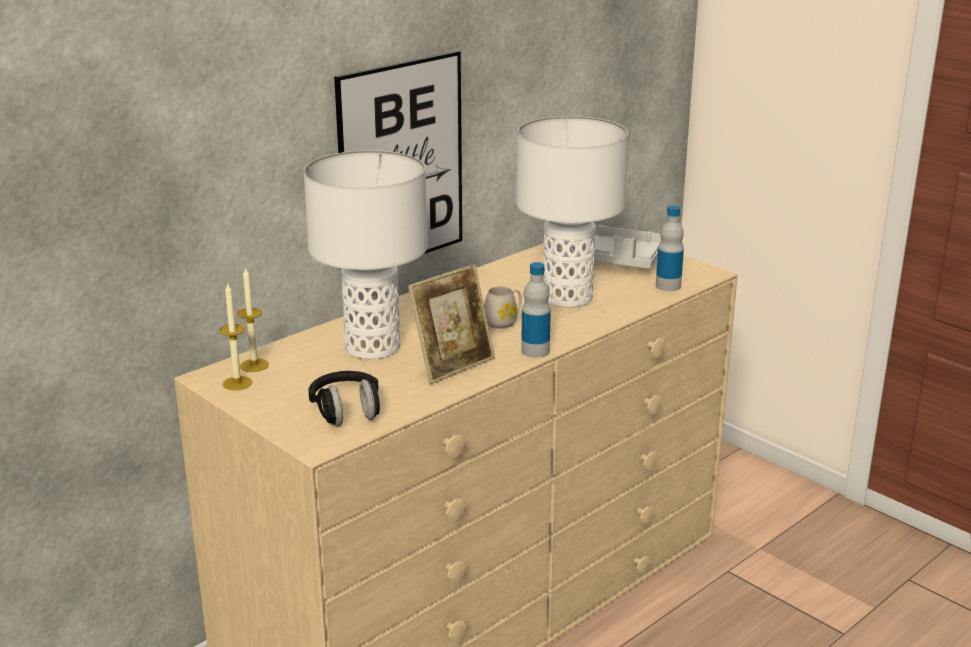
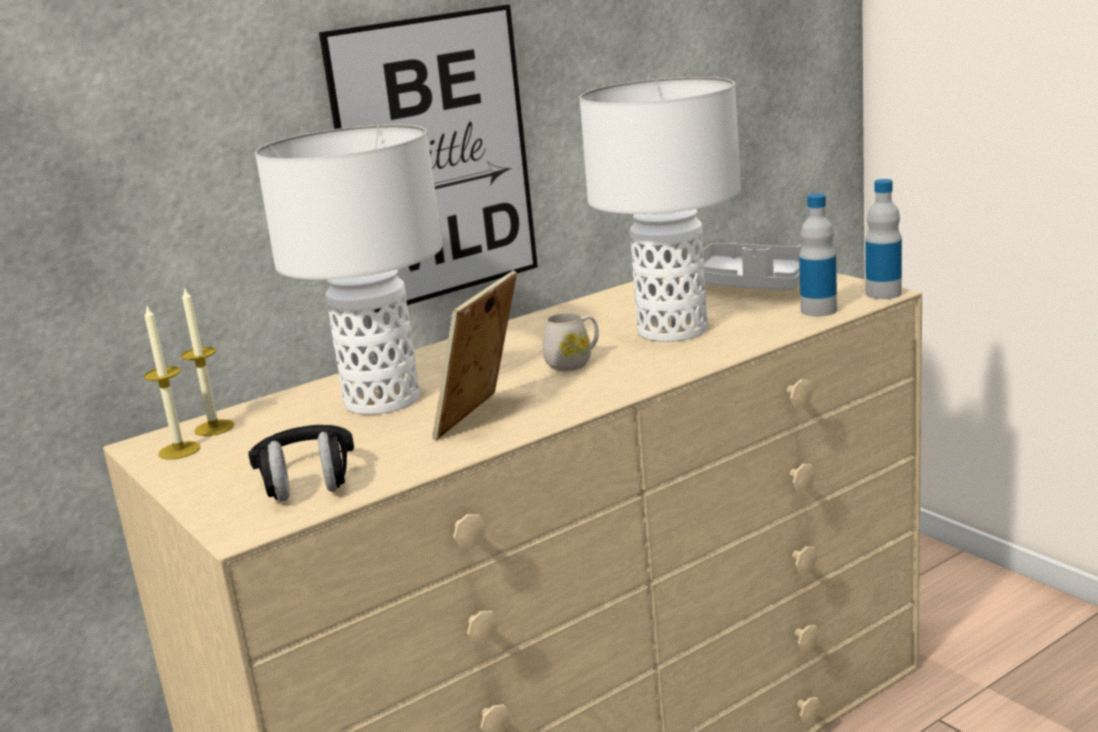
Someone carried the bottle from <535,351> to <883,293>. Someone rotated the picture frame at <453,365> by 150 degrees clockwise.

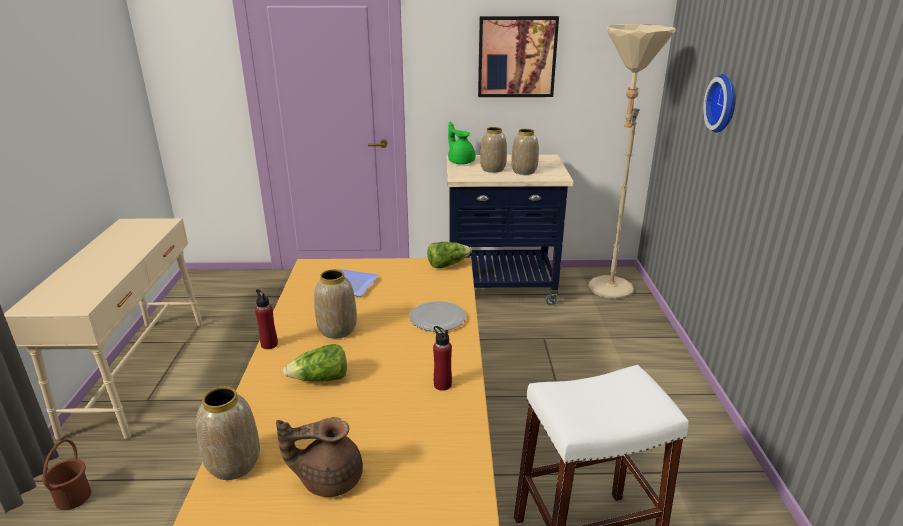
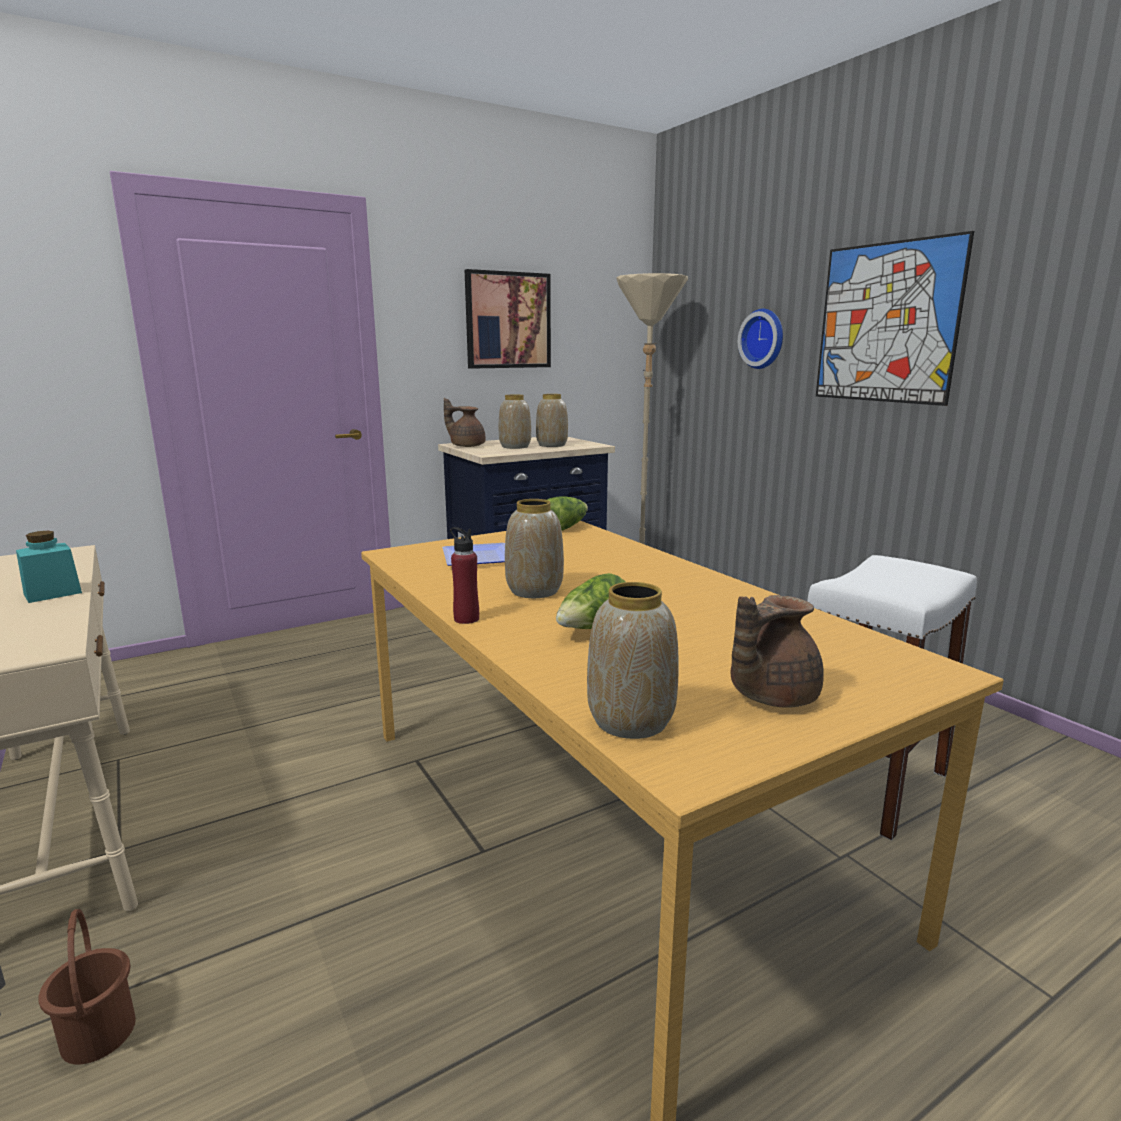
Someone took away the plate at <437,319>. Someone took away the bottle (reddish) at <442,384>. Someone put down the preserve jar (blue-green) at <52,593>. Someone put up the wall art at <886,323>. Someone repainted the tea pot (green-coloured) at <461,161>, which became the tea pot (brownish) at <466,446>.

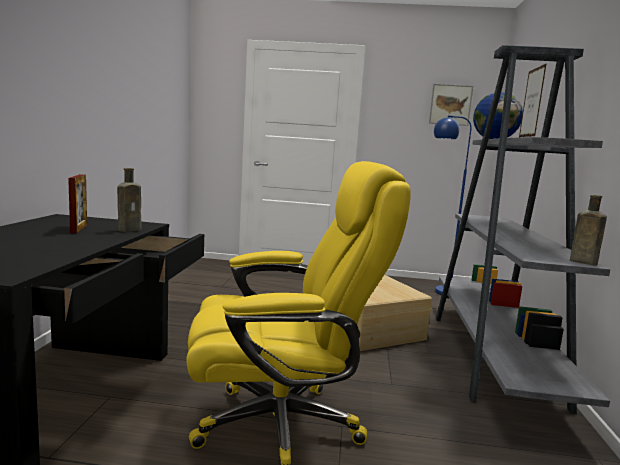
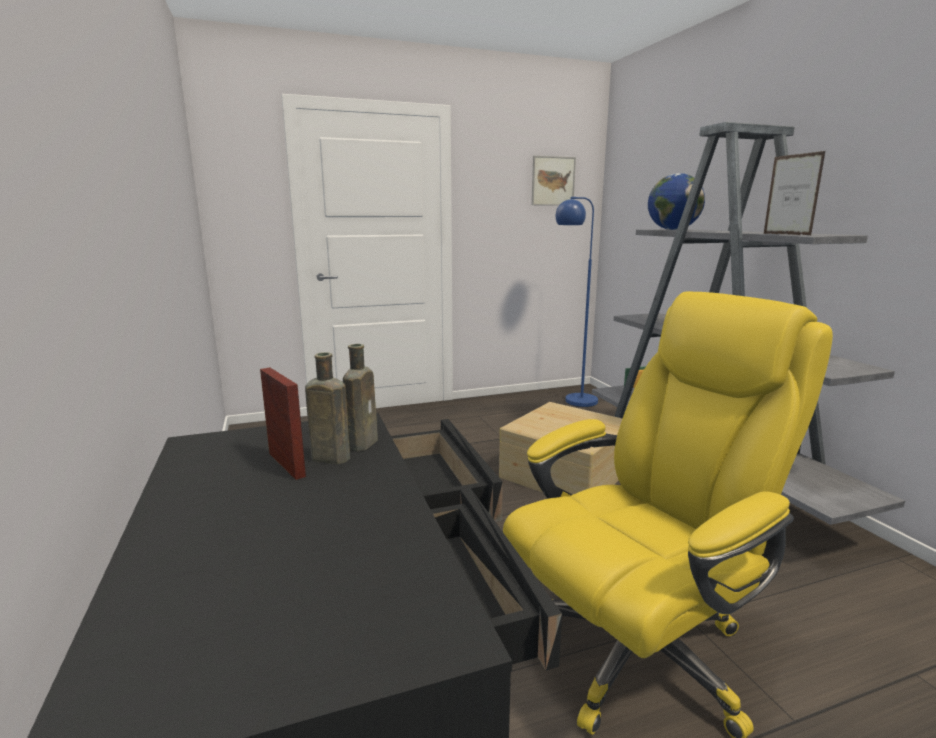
Someone carried the bottle (brownish) from <581,262> to <328,458>.

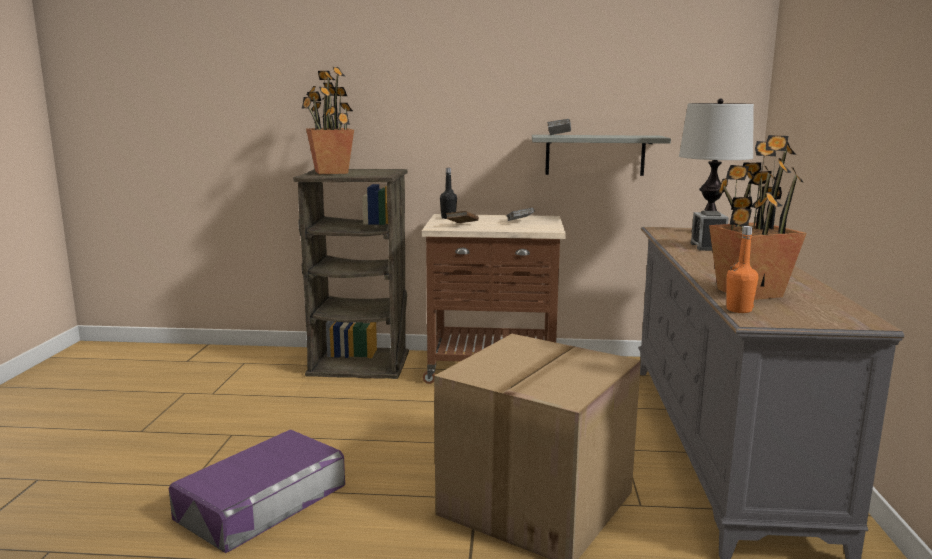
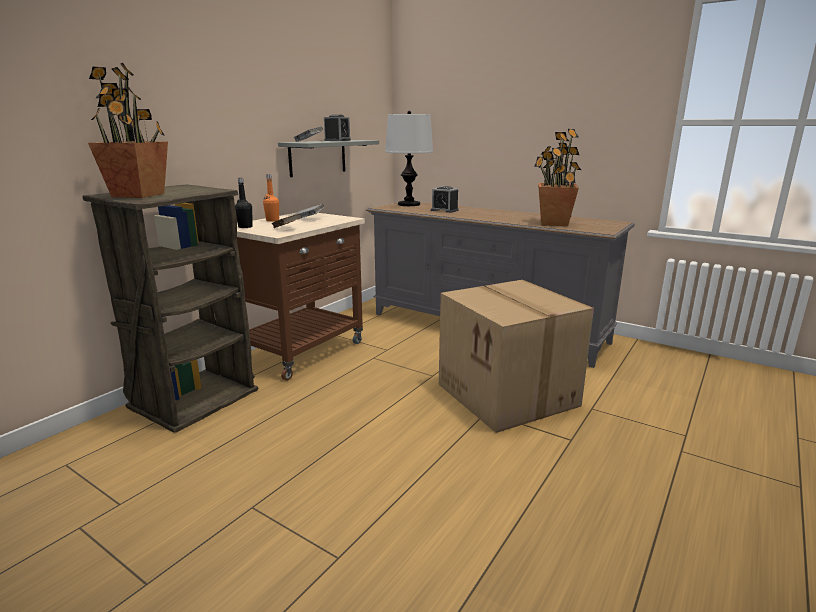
Someone took away the storage container (purplish) at <262,501>. Someone put down the bedside clock at <337,140>. Someone carried the bottle (orange-coloured) from <739,310> to <272,220>.

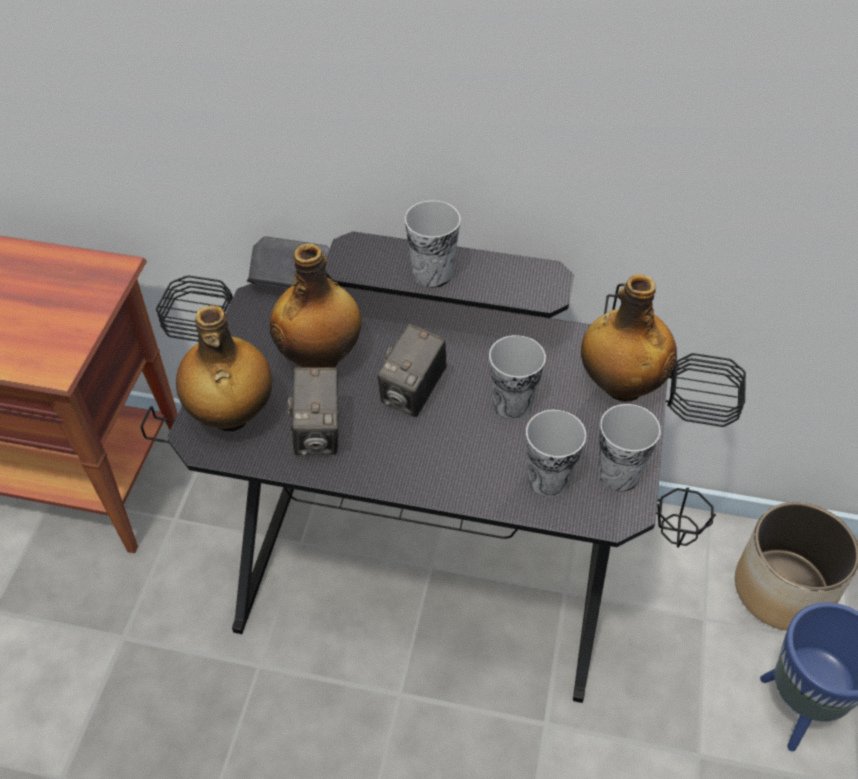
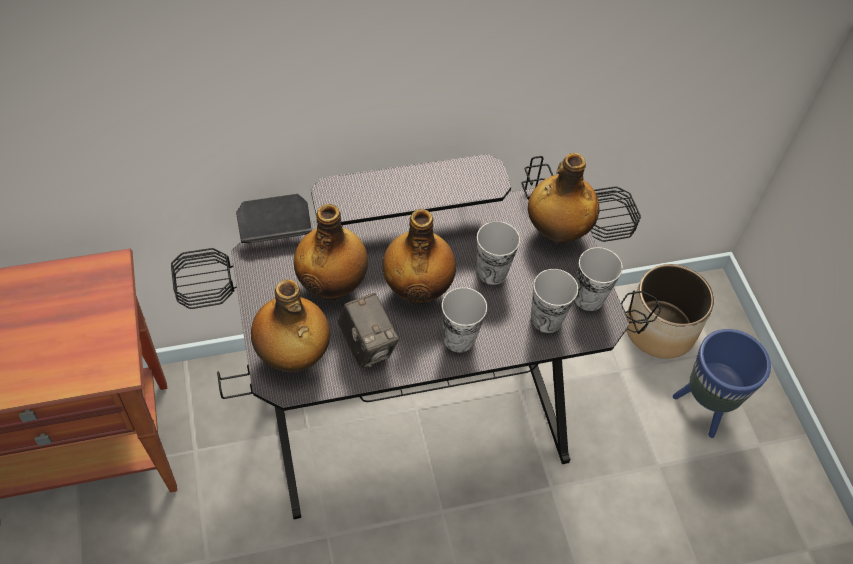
Someone carried the drinking cup from <432,274> to <459,338>. Someone swapped the still camera at <413,393> for the bottle at <418,289>.

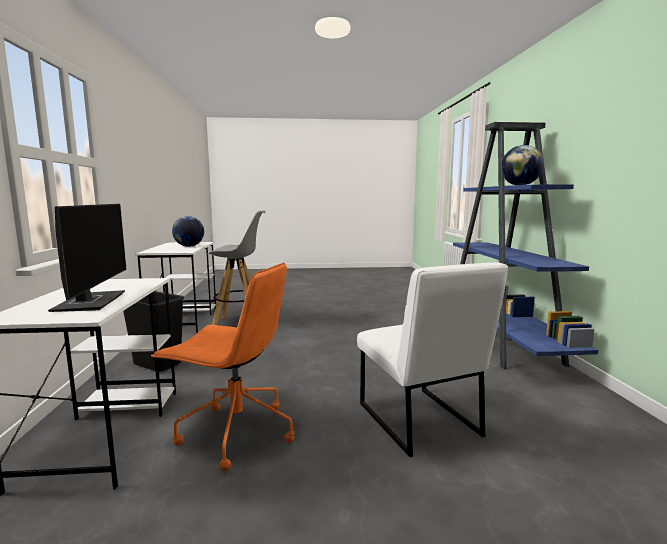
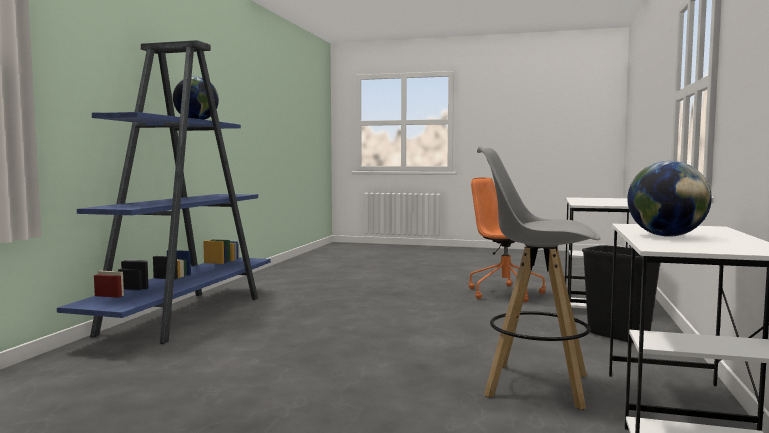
Someone took away the monitor at <90,302>. Someone took away the chair (white) at <419,421>.

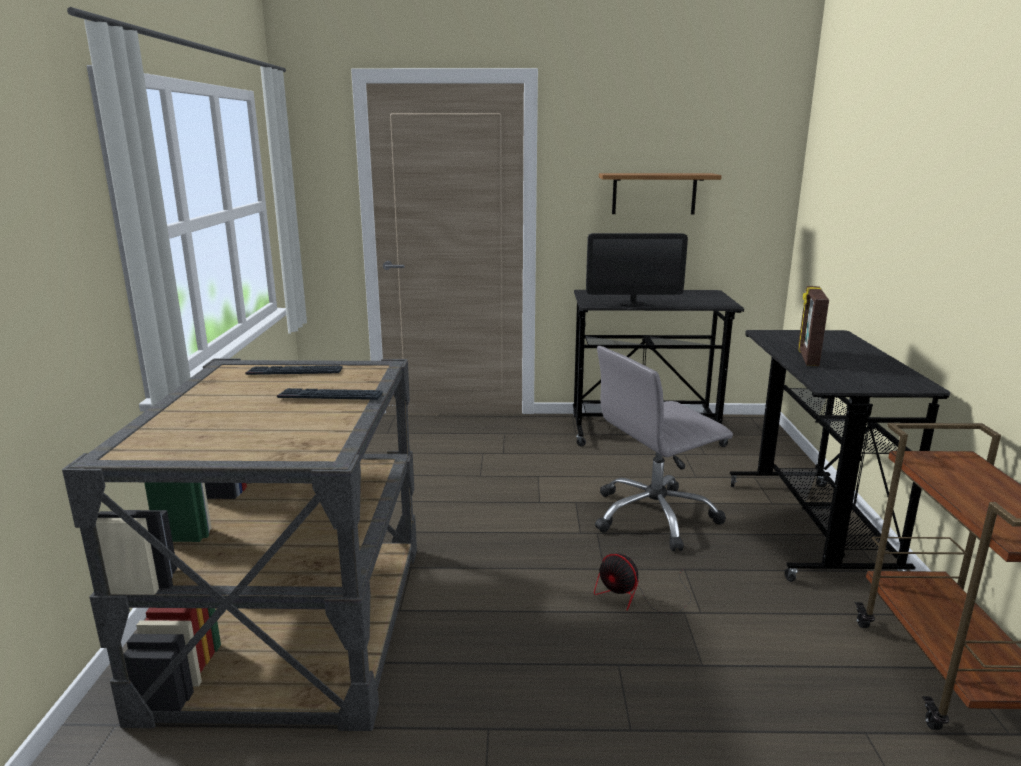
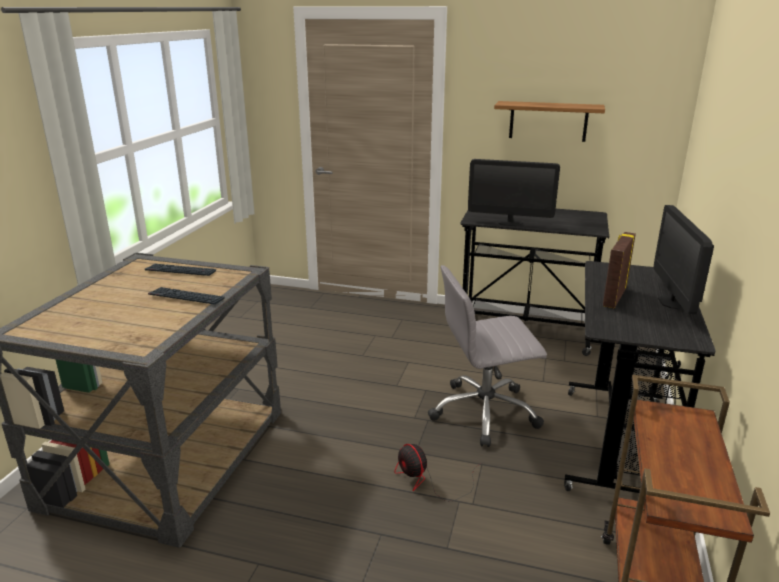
Someone put down the monitor at <674,302>.

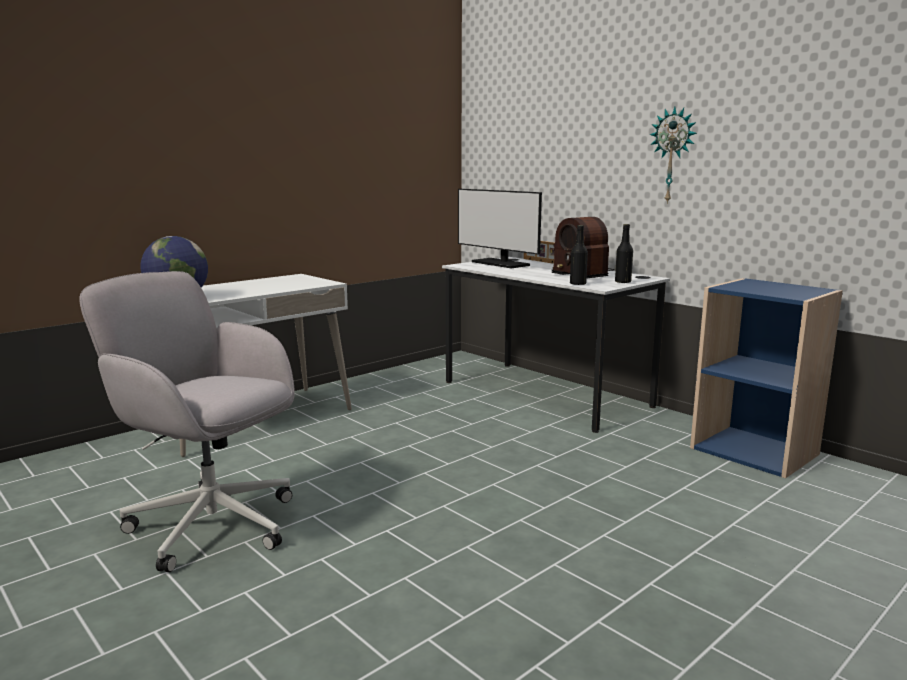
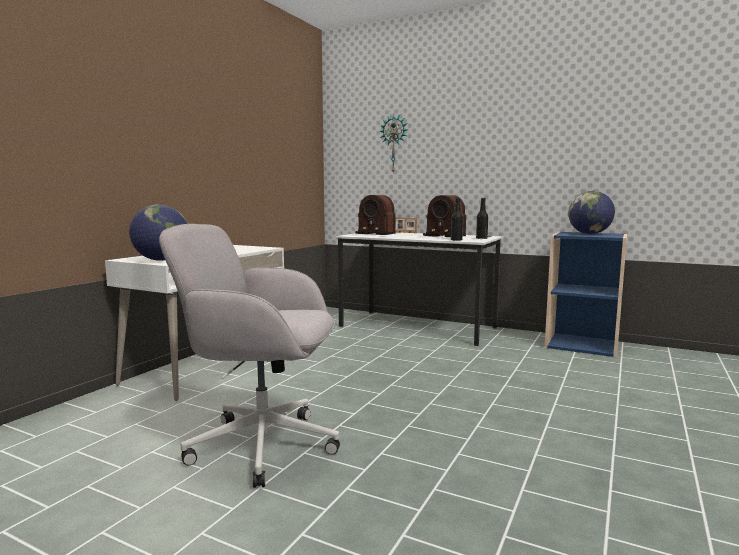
Someone put down the globe at <589,234>. Someone carried the hanging clock from <673,155> to <394,144>. Someone swapped the monitor at <500,264> for the radio set at <375,234>.

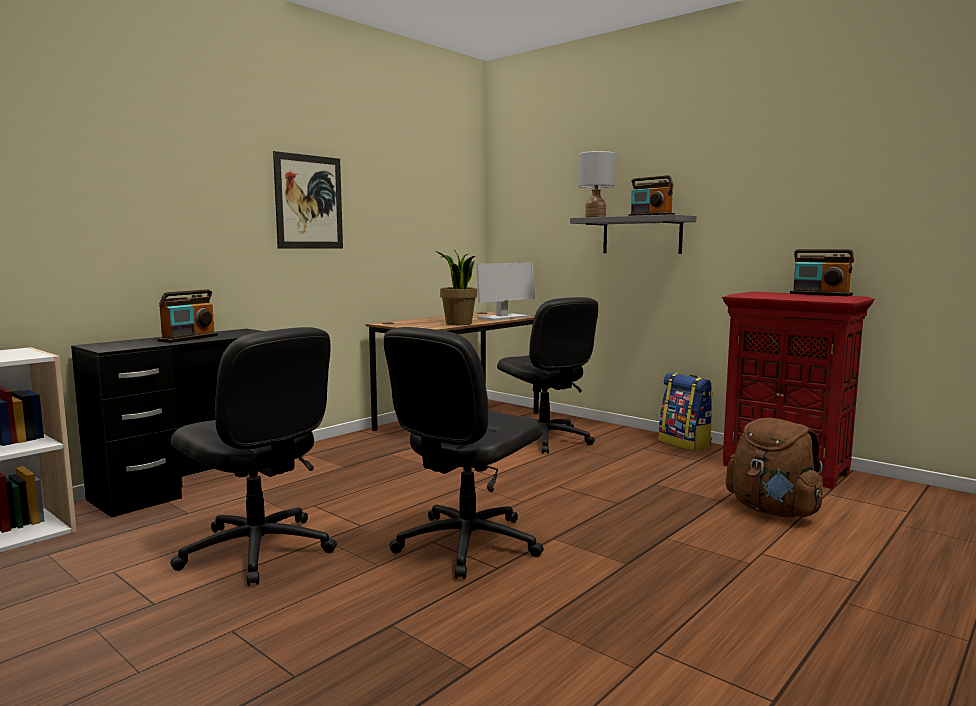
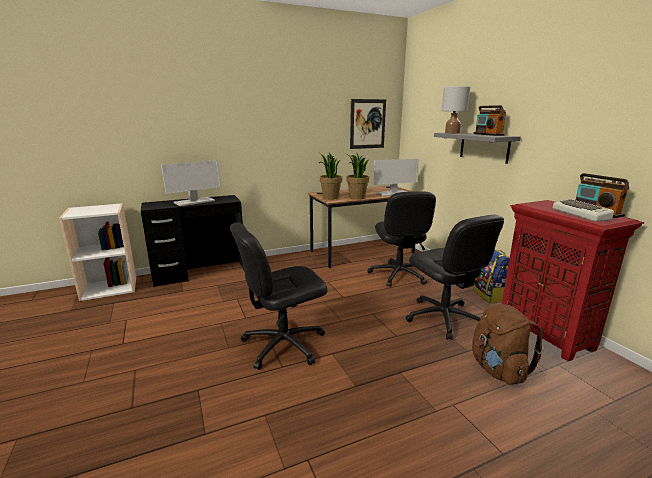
Someone put down the houseplant at <330,198>. Someone put down the computer keyboard at <581,214>. Someone carried the computer chair (black-coloured) from <257,550> to <443,318>. Someone carried the wall art from <309,202> to <367,124>. Someone swapped the radio set at <188,338> for the monitor at <194,202>.

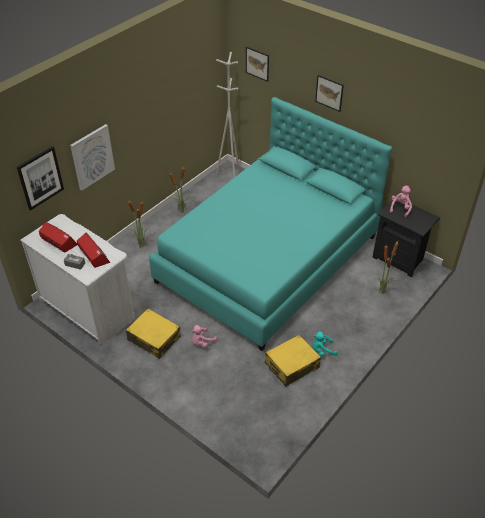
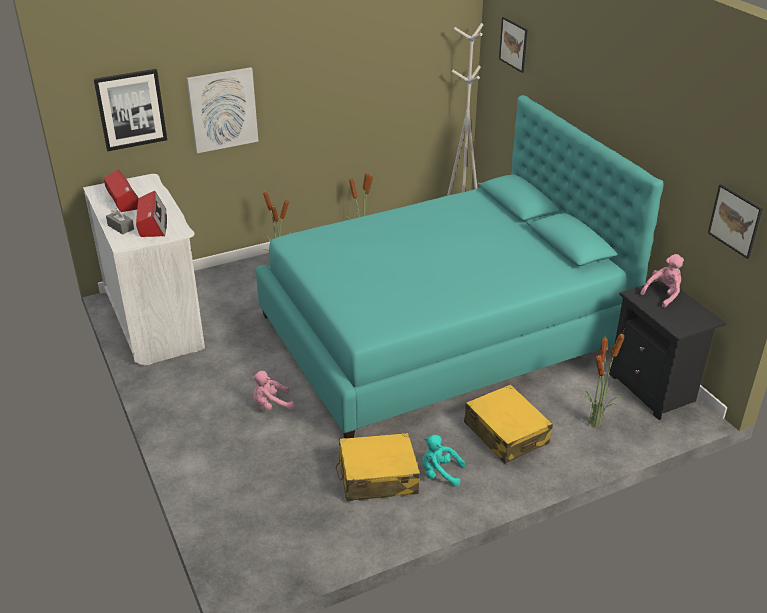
Someone carried the piece of luggage (yellow) from <154,338> to <506,433>. Someone carried the wall art from <329,93> to <735,221>.

